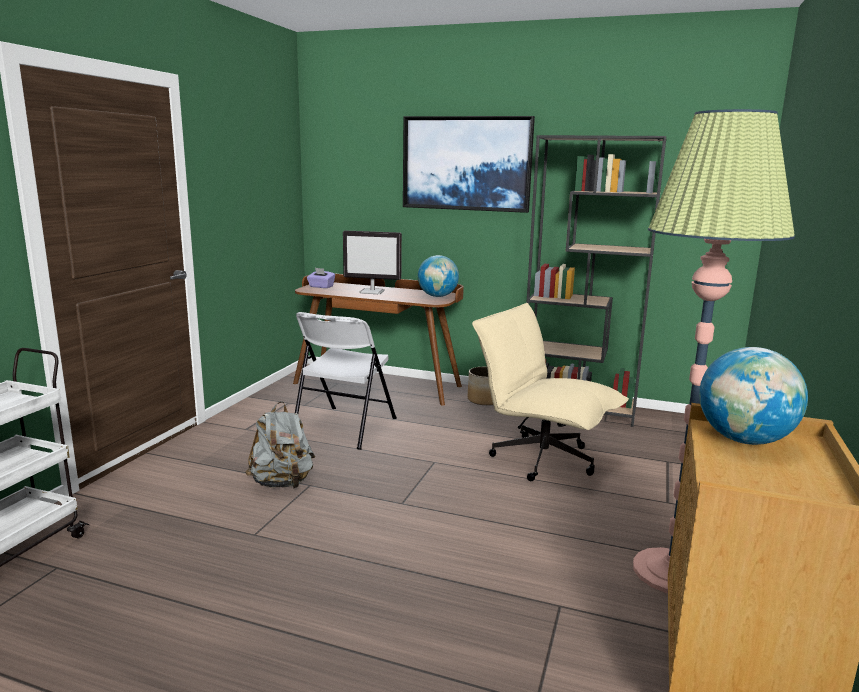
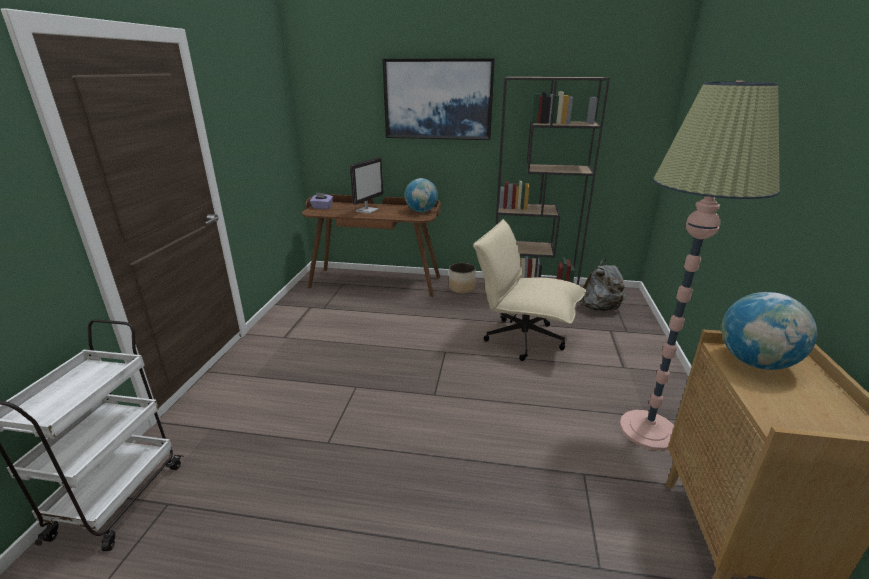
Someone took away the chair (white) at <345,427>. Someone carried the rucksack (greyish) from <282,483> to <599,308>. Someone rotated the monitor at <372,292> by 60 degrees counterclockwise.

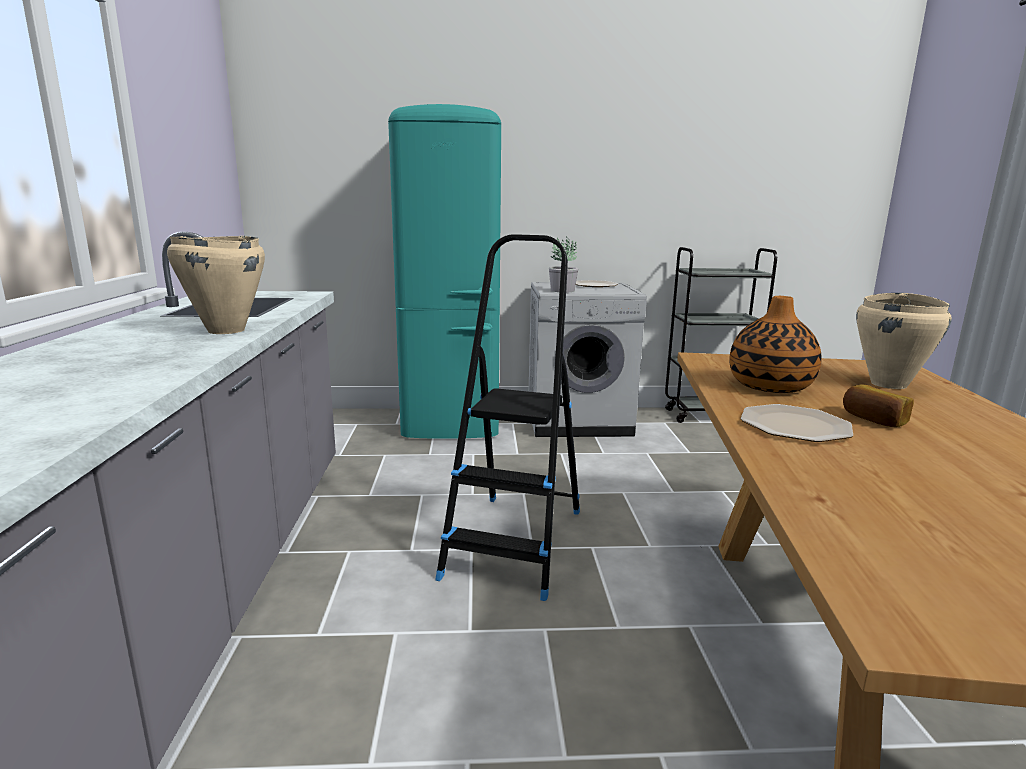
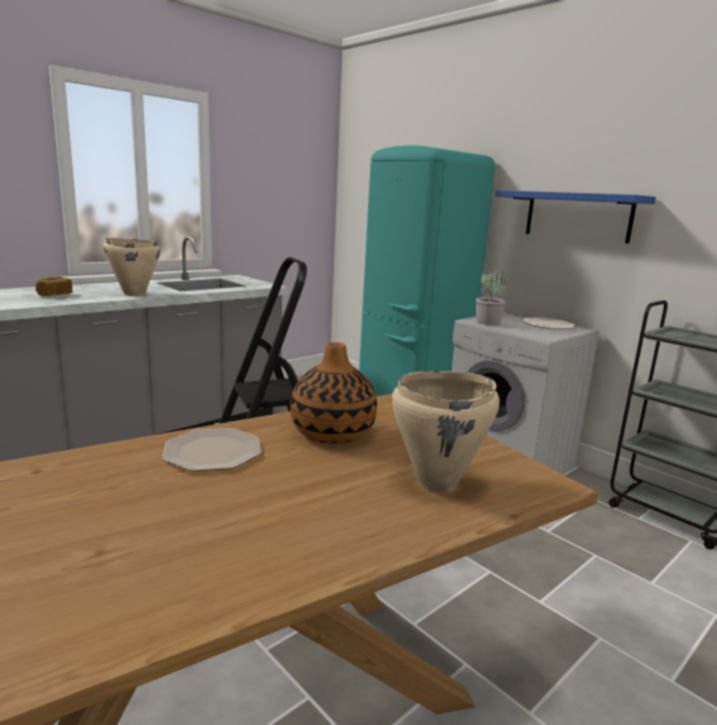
Someone put up the bracket shelf (bluish) at <577,216>. Someone carried the bakery bread from <873,420> to <54,295>.

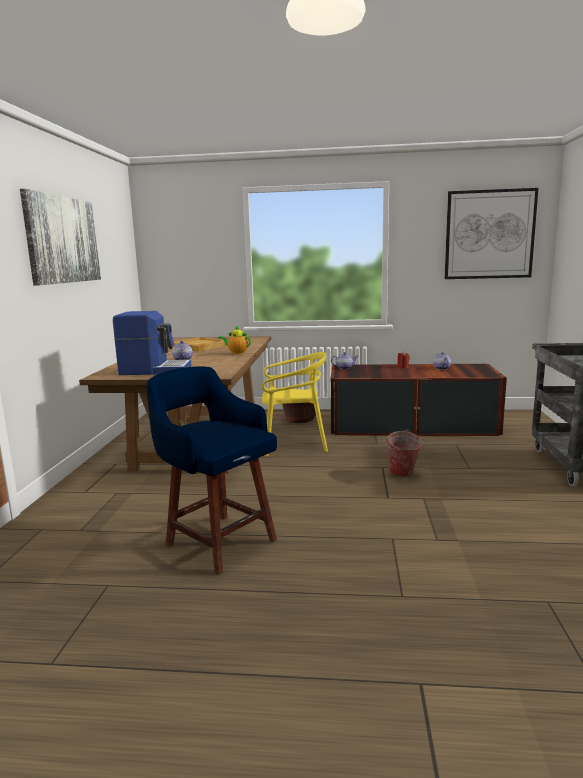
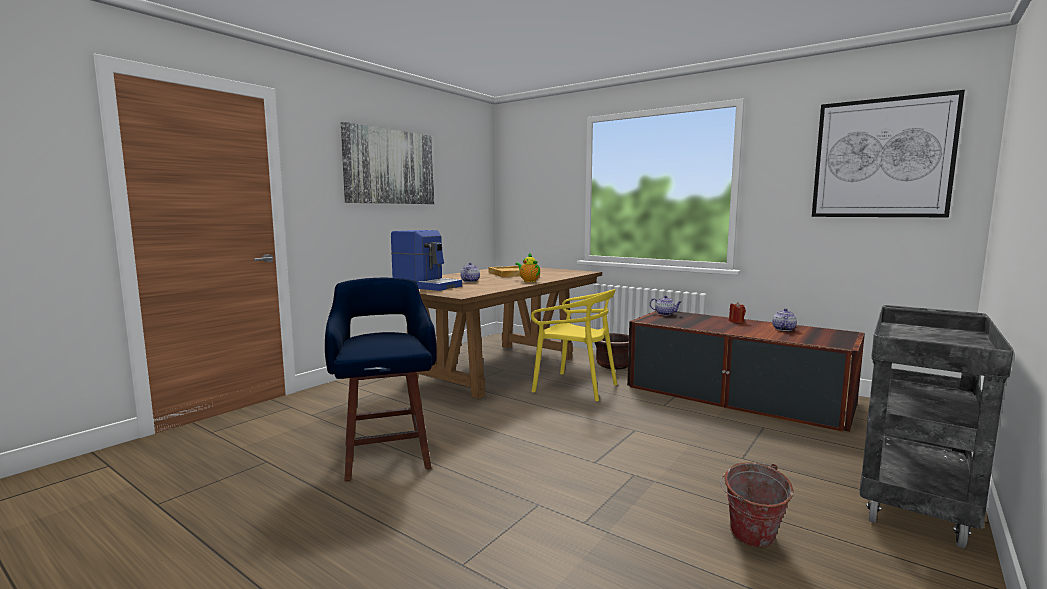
Someone carried the water bucket from <402,474> to <751,541>.

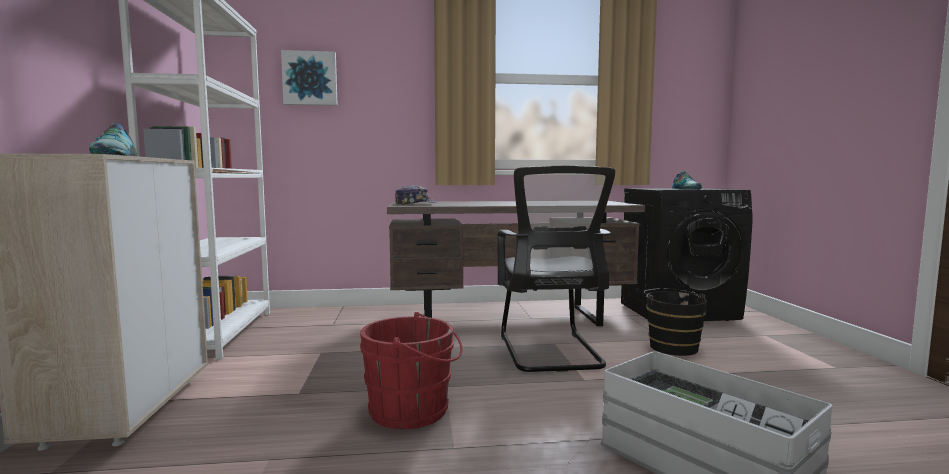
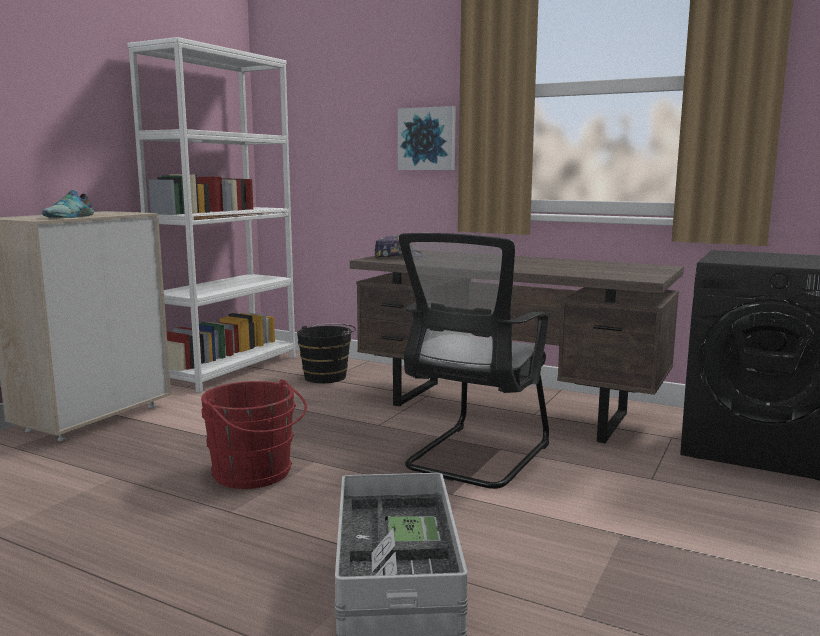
Someone took away the low shoe at <687,189>. Someone carried the wall art from <310,79> to <427,139>. Someone carried the water bucket (black-coloured) from <672,346> to <328,376>.

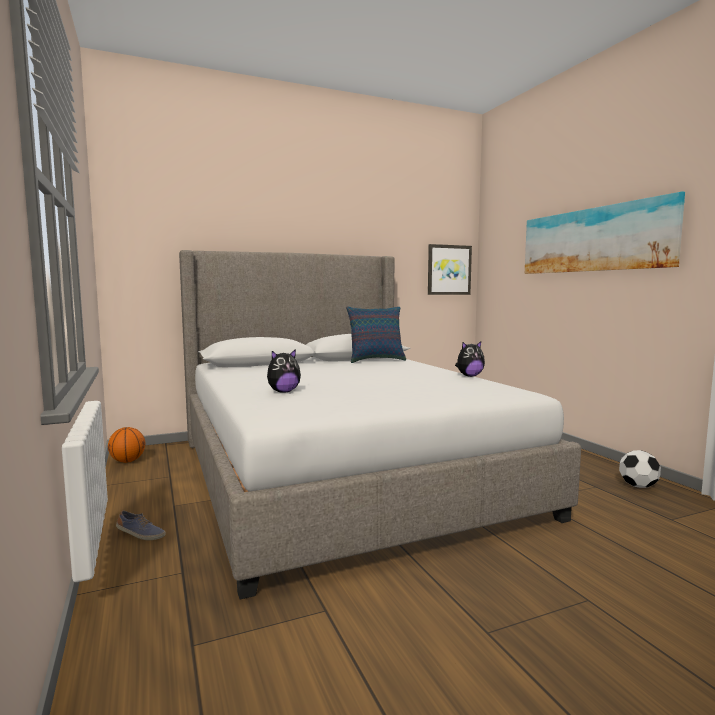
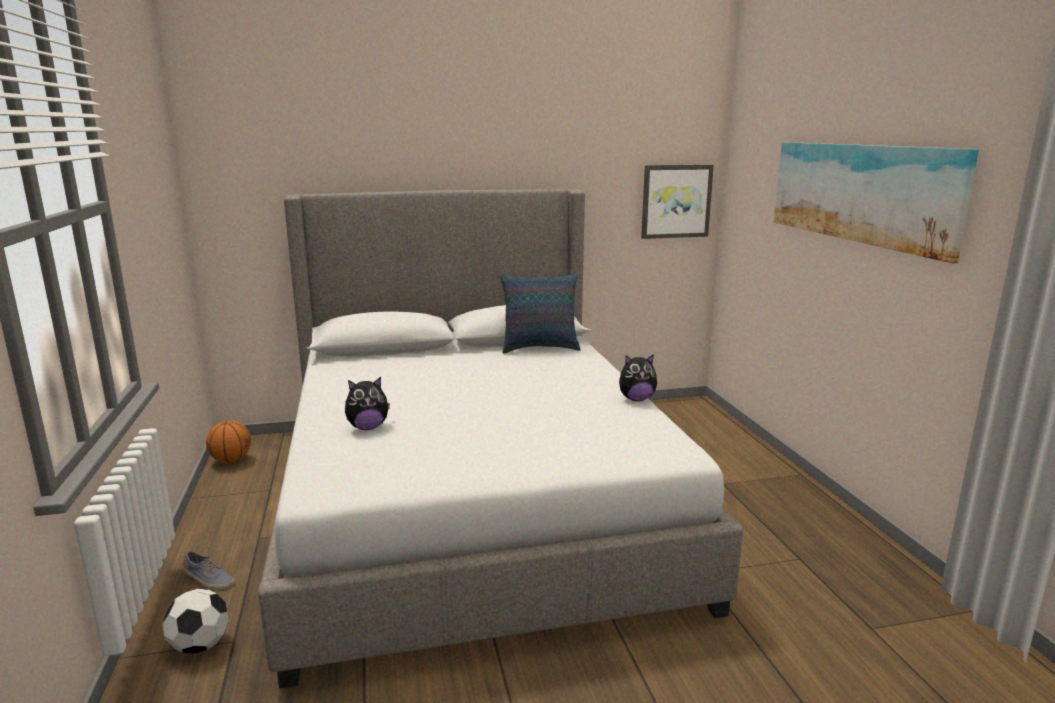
Someone carried the ball for football from <638,486> to <200,645>.

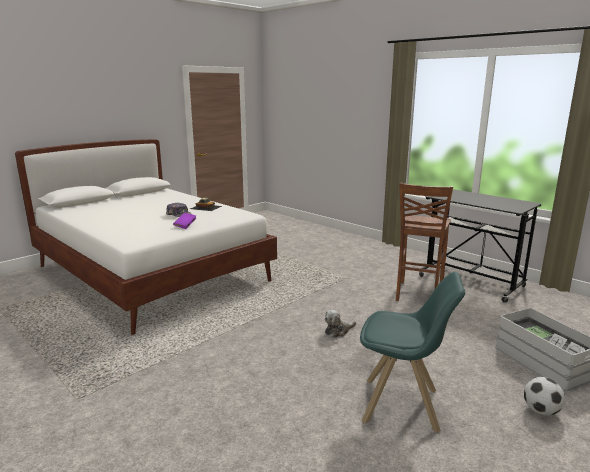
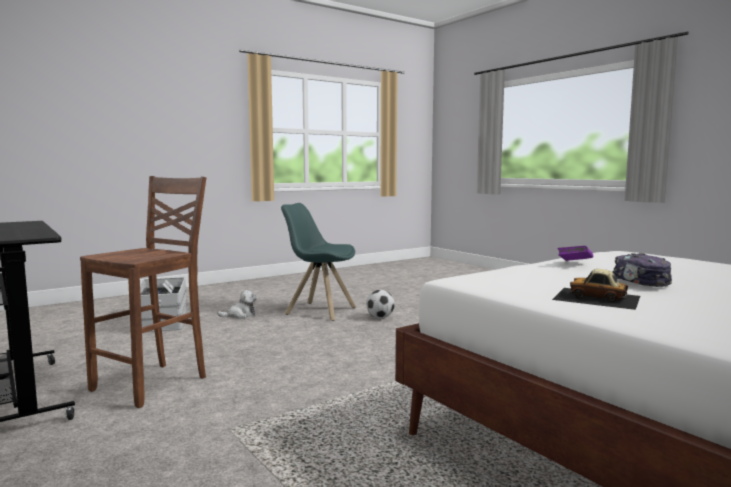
Someone carried the plush toy from <338,331> to <240,315>. Someone carried the ball for football from <541,411> to <380,317>.

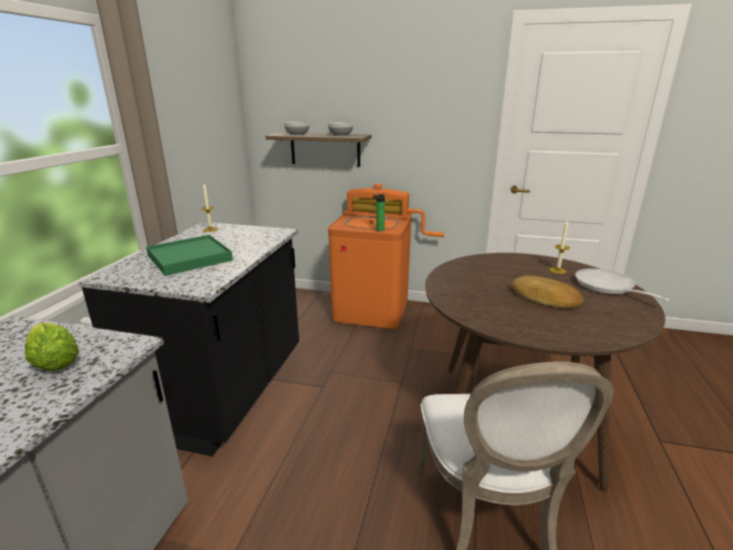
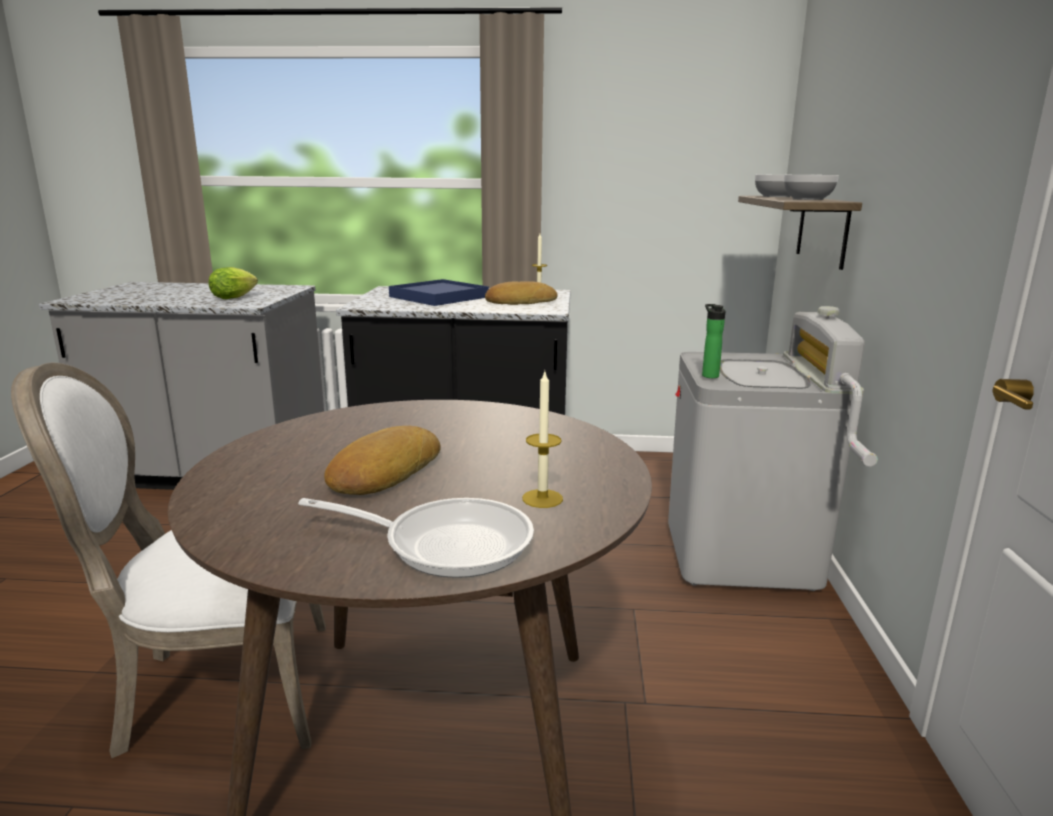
Someone put down the bakery bread at <520,302>. Someone repainted the tray (green-coloured) at <189,258>, which became the tray (bluish) at <438,297>. Someone repainted the laundry machine (orange-coloured) at <373,312>, which became the laundry machine (greyish) at <743,559>. Someone rotated the skillet at <607,287> by 45 degrees clockwise.

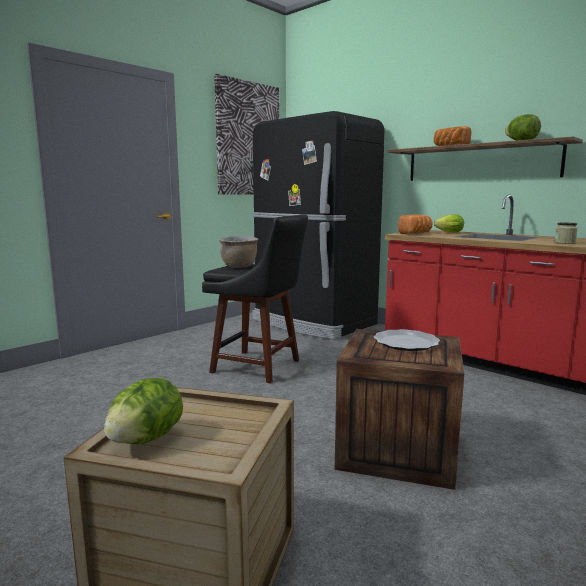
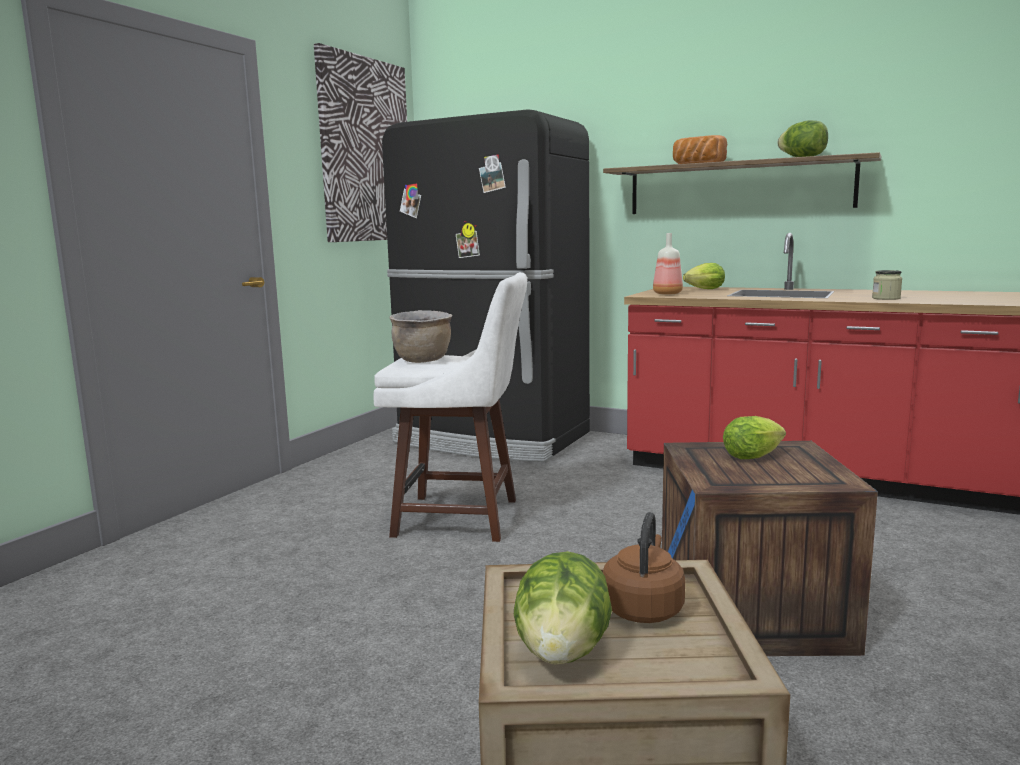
Someone put down the tea kettle (brownish) at <644,608>. Someone swapped the plate at <405,342> for the head of lettuce at <755,456>. Someone swapped the bakery bread at <416,234> for the bottle at <666,294>. Someone repainted the stool (black-coloured) at <259,367>, which became the stool (white) at <462,518>.

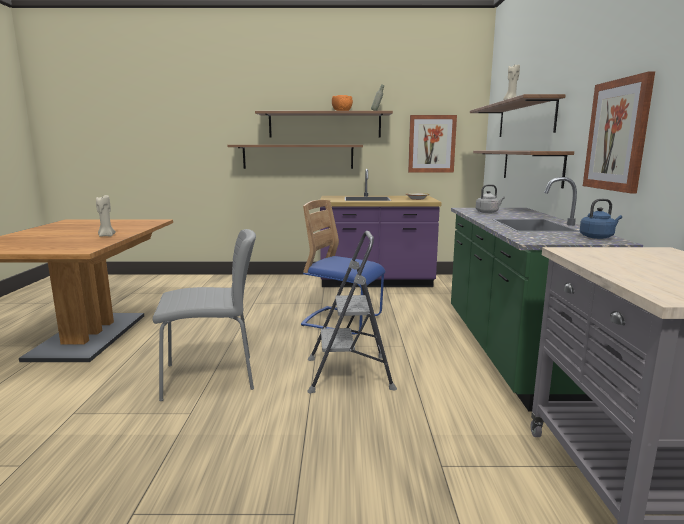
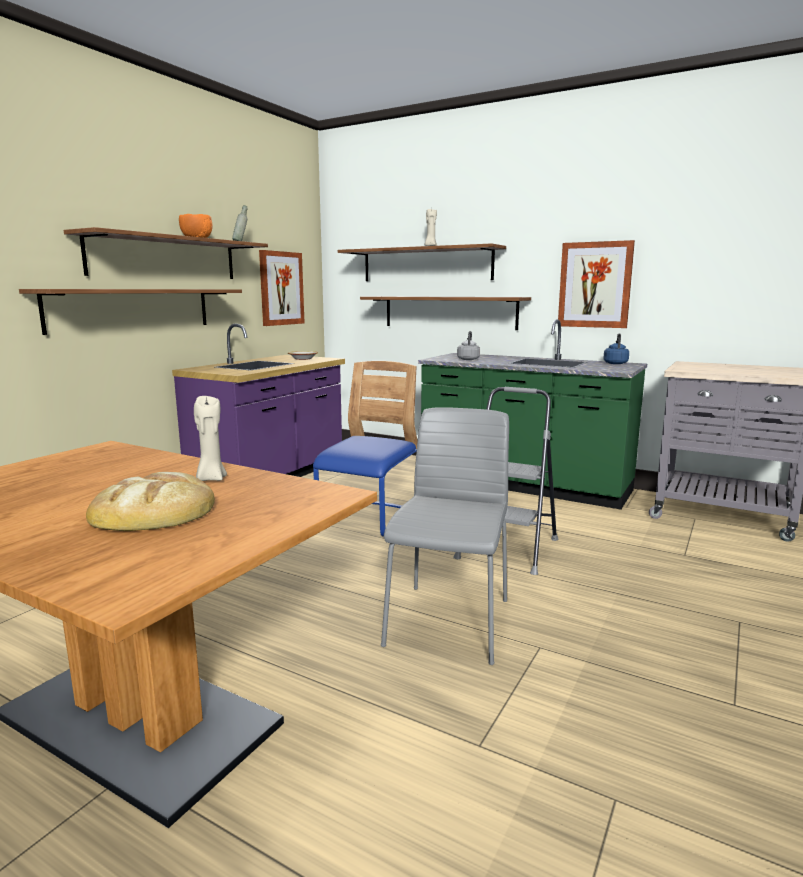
Someone put down the bakery bread at <155,511>. Someone rotated the chair (bluish) at <342,321> by 150 degrees clockwise.

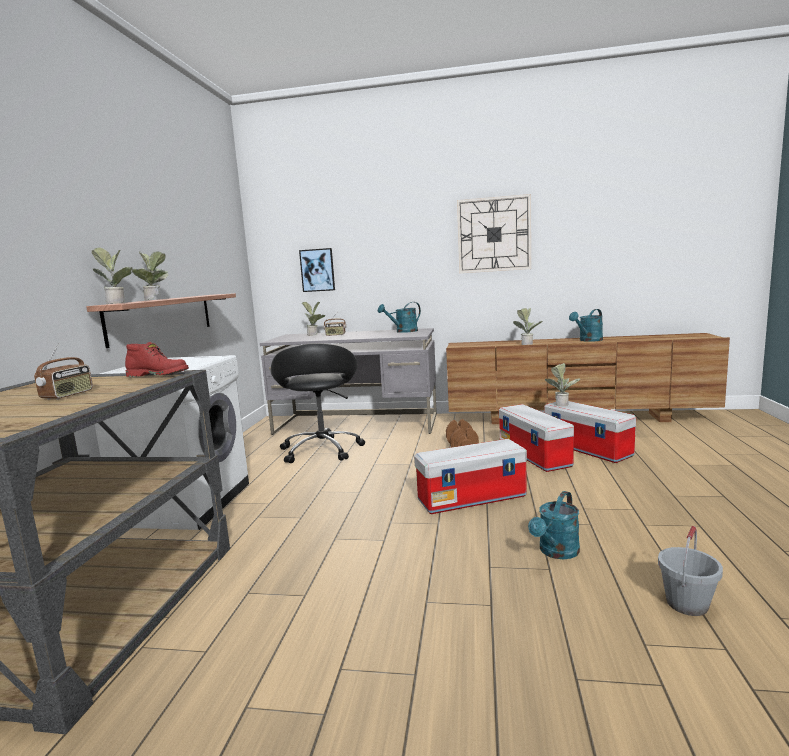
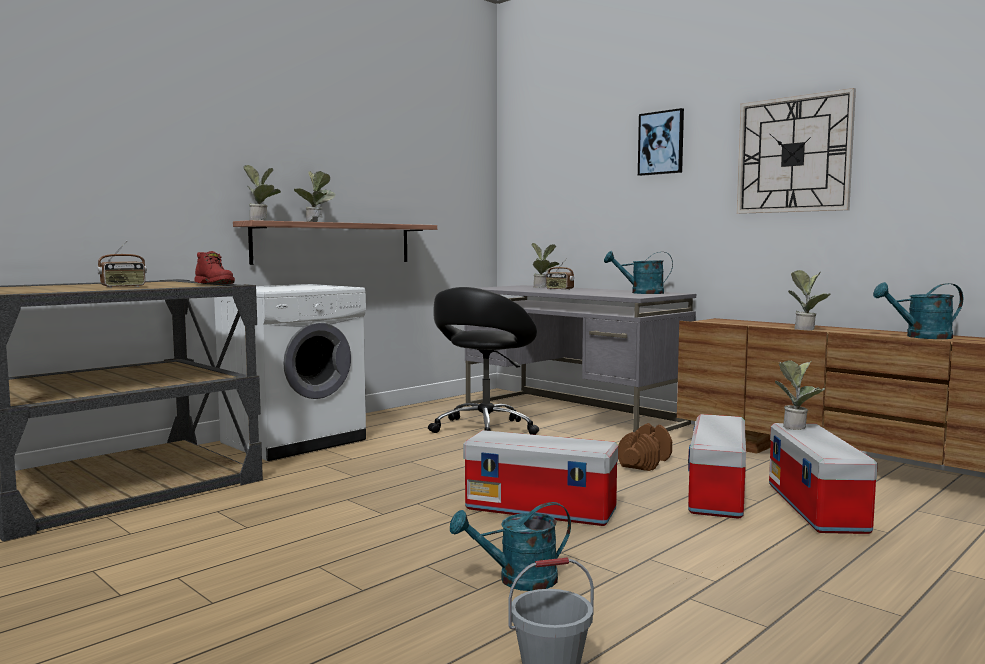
Someone carried the wall art from <317,270> to <661,143>.

